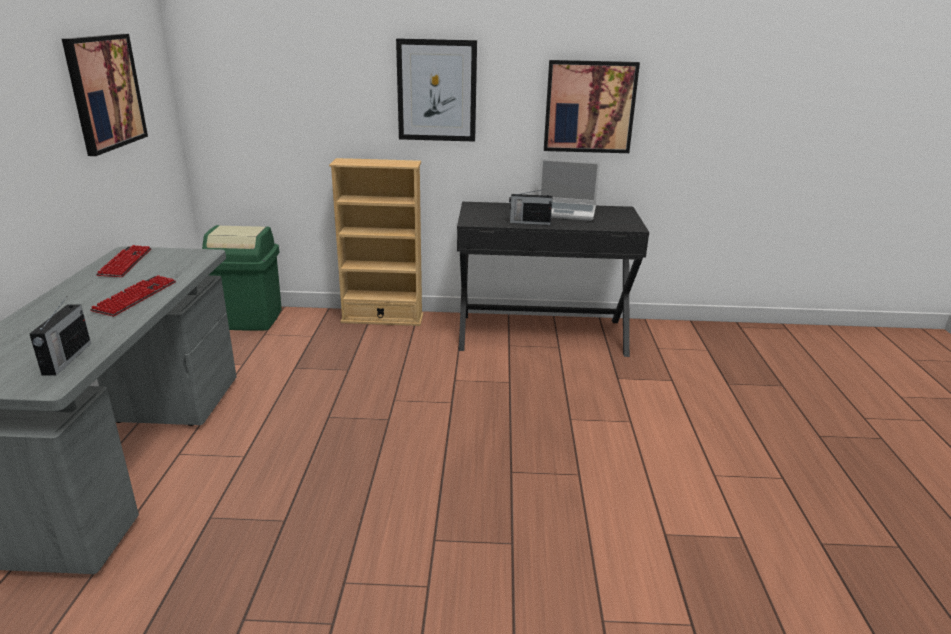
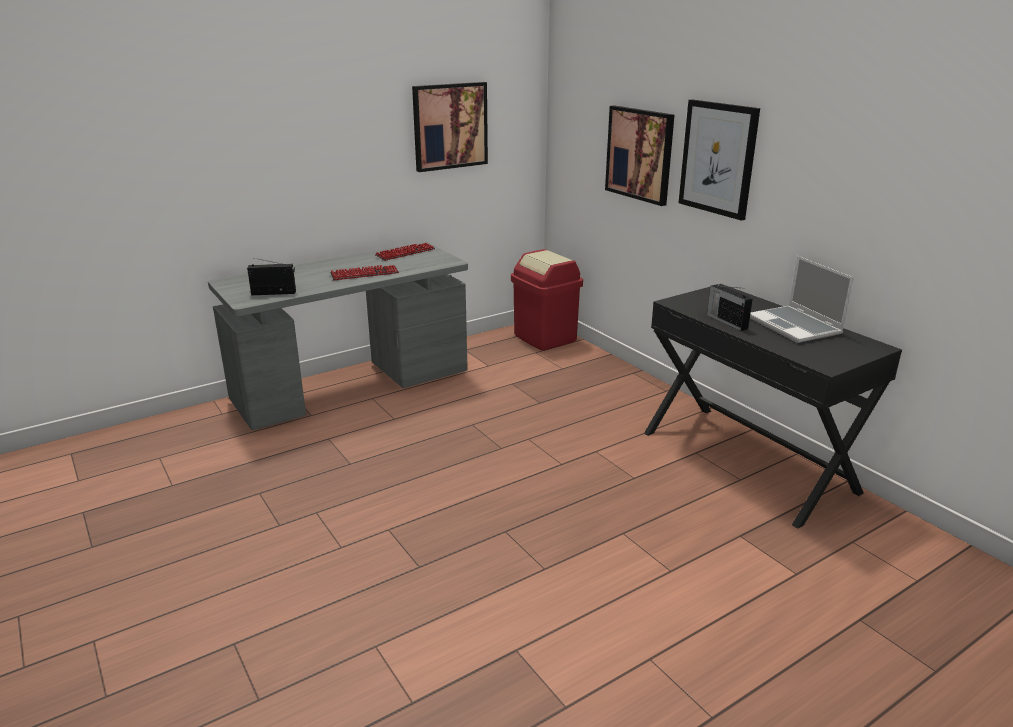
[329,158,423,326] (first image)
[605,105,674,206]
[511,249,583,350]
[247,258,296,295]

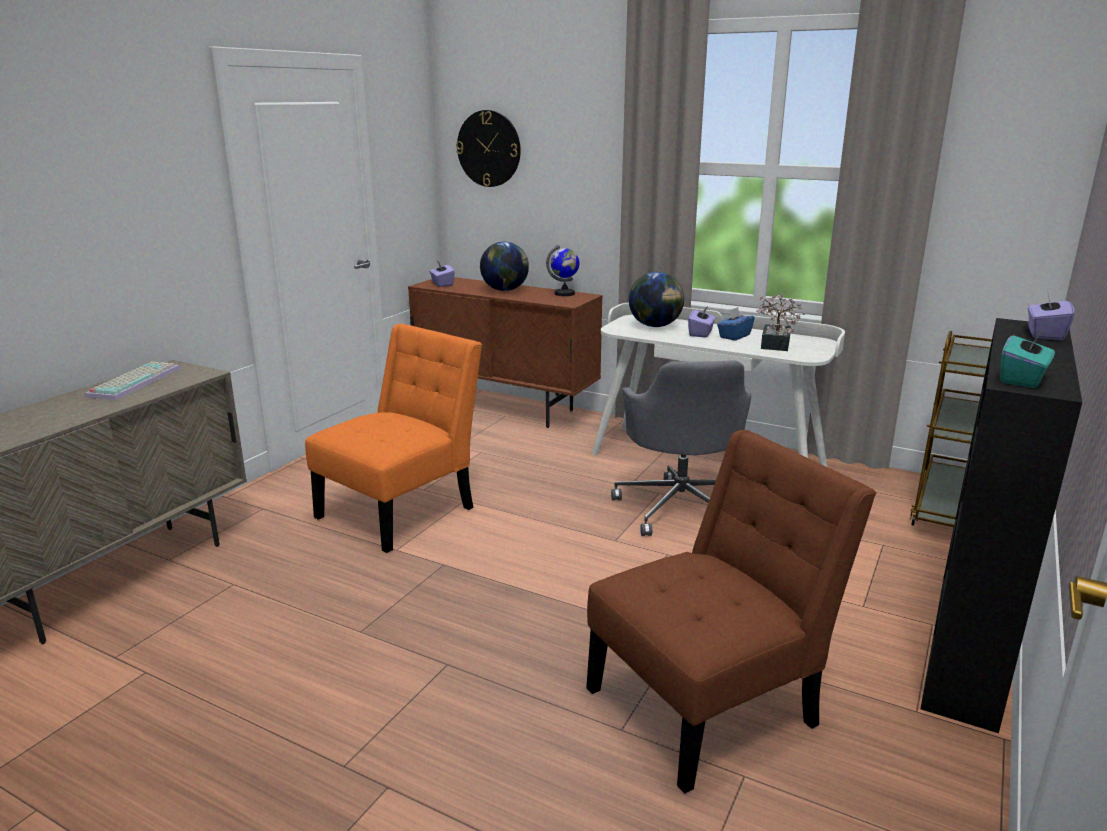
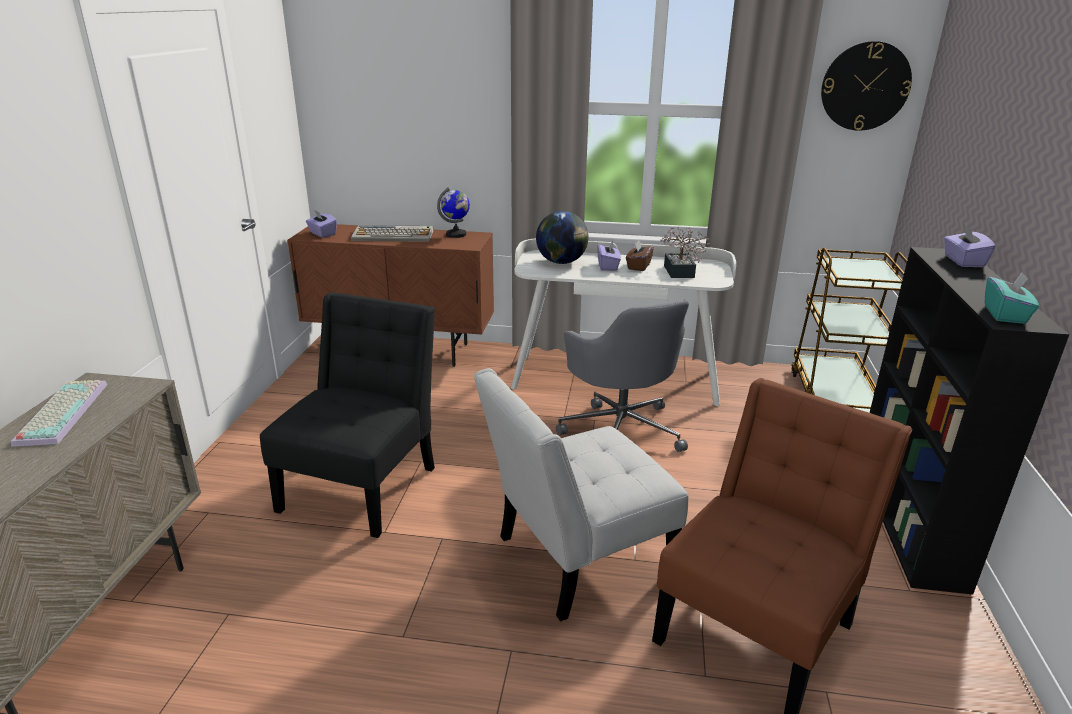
[473,368,689,622]
[821,41,912,131]
[351,225,433,242]
[260,292,435,538]
[626,239,654,271]

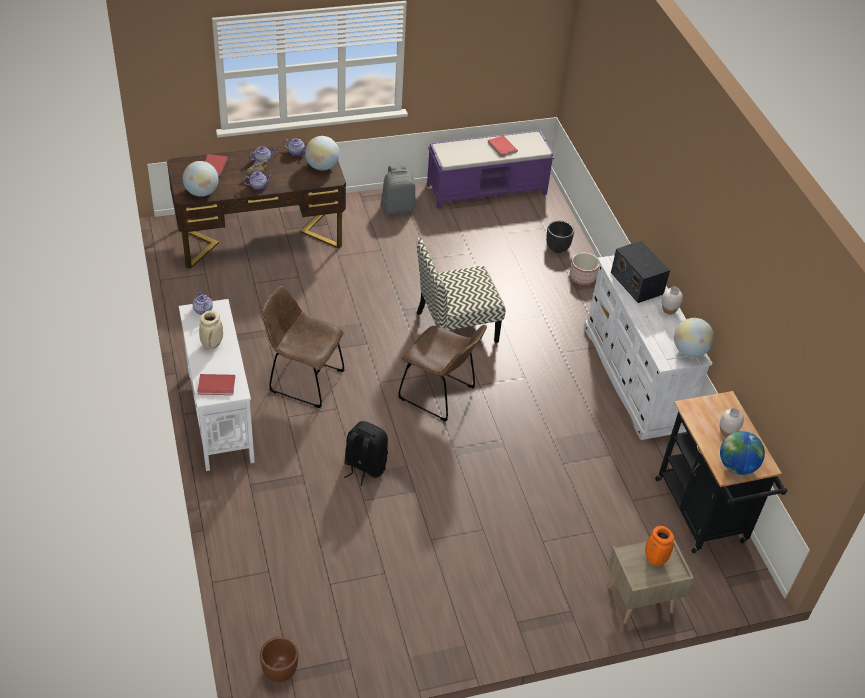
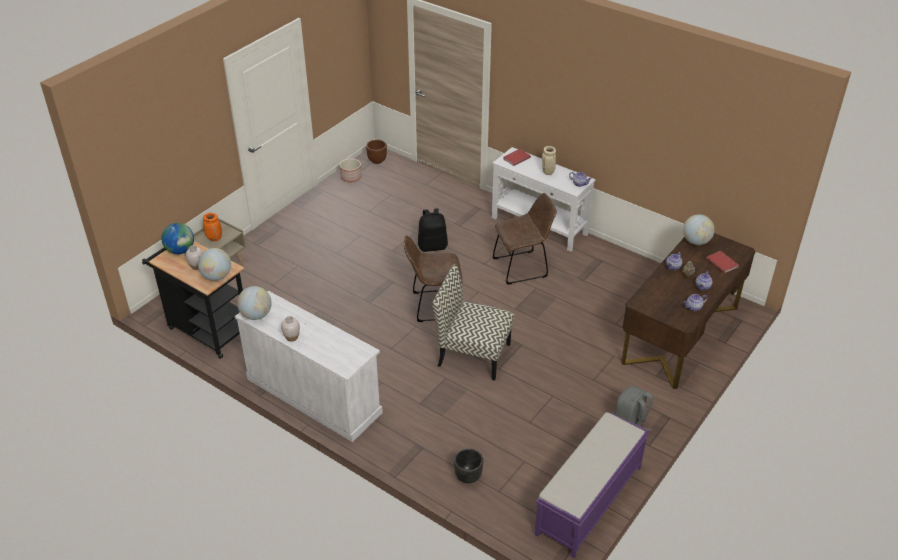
[487,136,518,157] (first image)
[611,241,670,303] (first image)
[198,248,231,281]
[340,159,362,182]
[432,265,514,380]

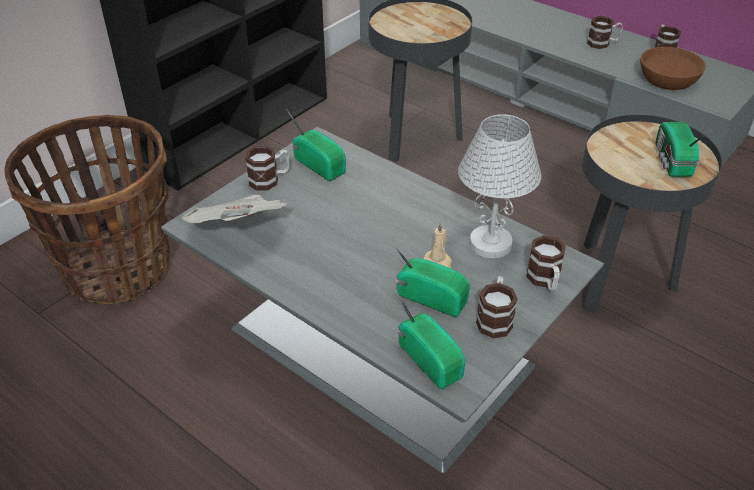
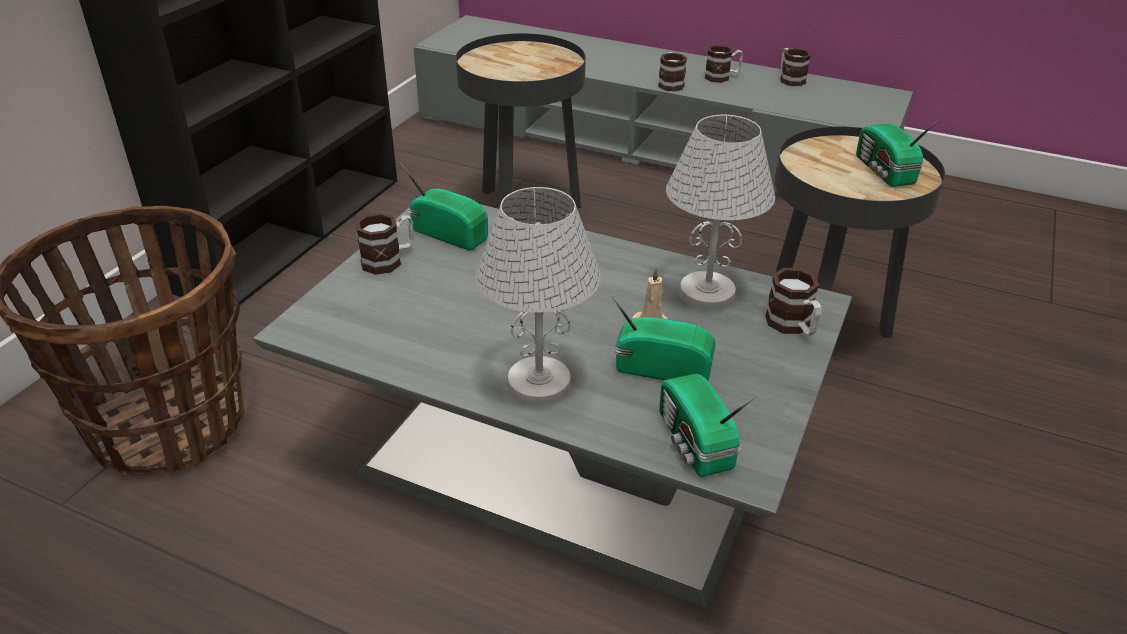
[182,195,290,223] (first image)
[640,47,706,90] (first image)
[476,187,601,406]
[658,52,687,92]
[659,374,755,477]

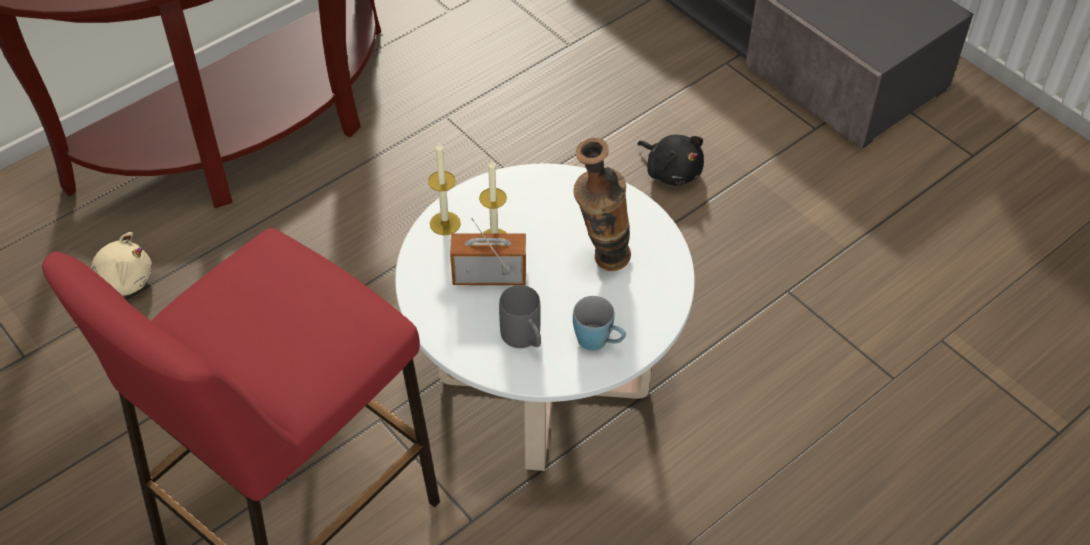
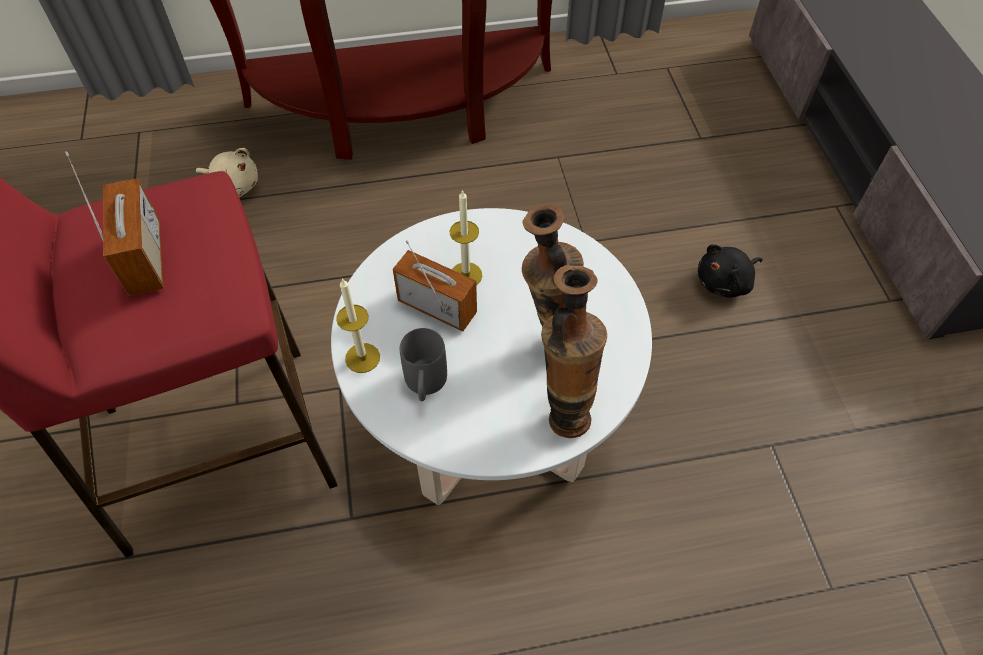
[573,296,626,351] (first image)
[65,152,164,296]
[541,265,607,438]
[336,278,380,373]
[698,244,763,298]

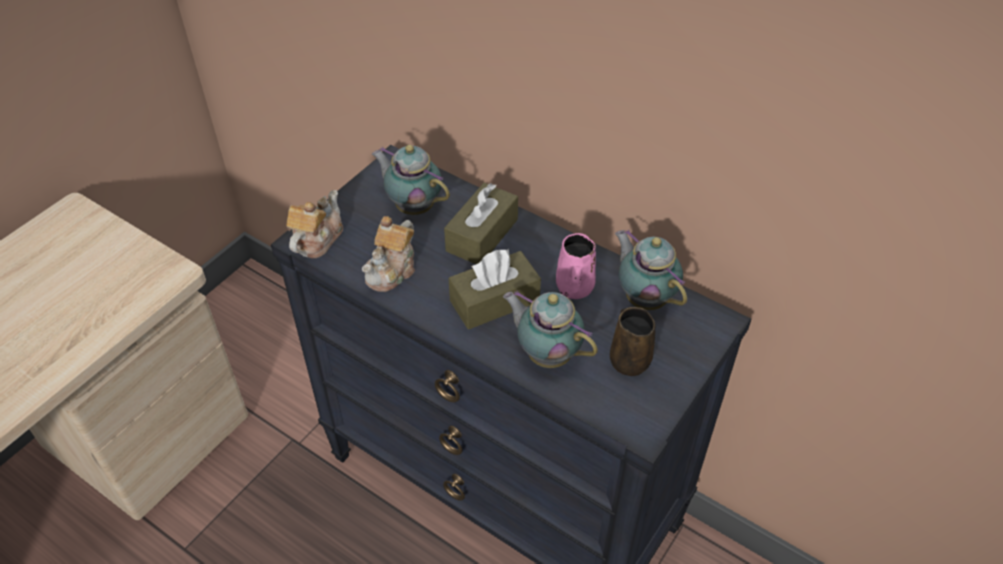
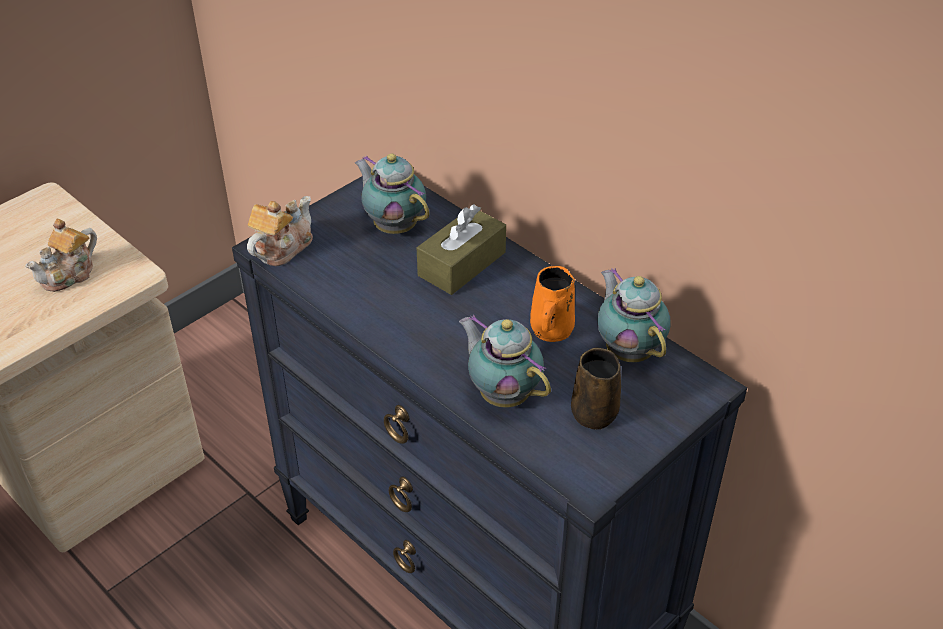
[448,249,541,329] (first image)
[25,219,97,292]
[530,266,575,342]

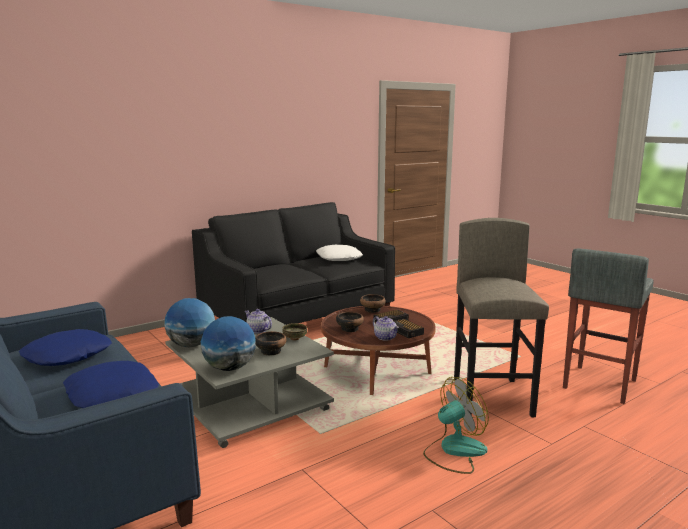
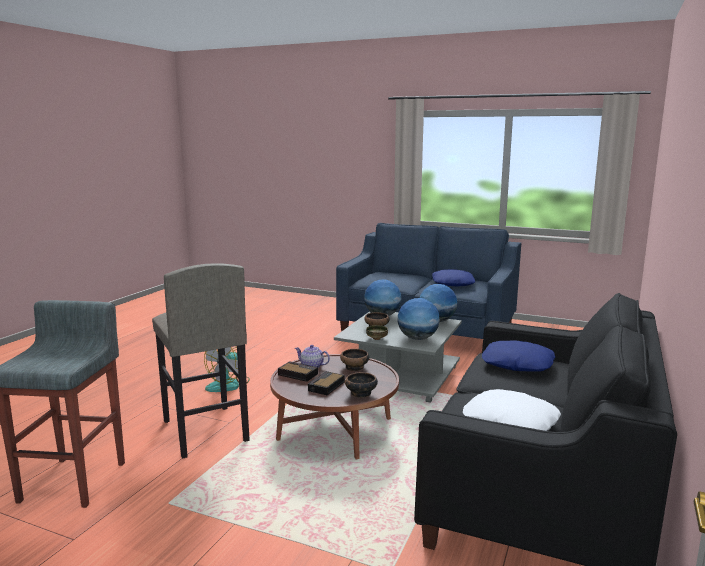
[482,341,555,371]
[397,298,440,340]

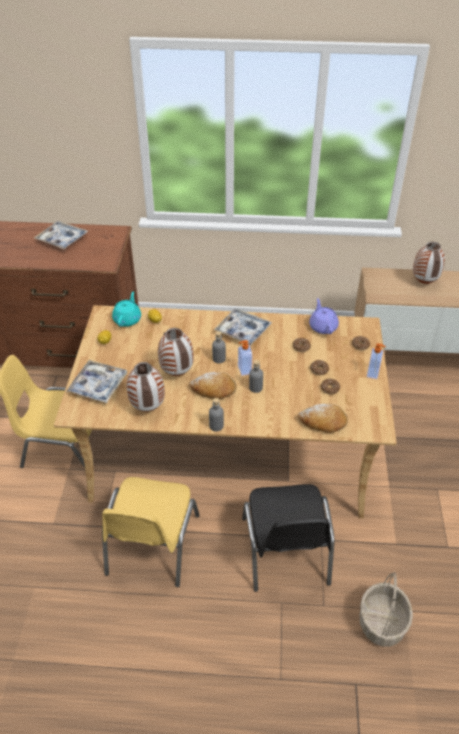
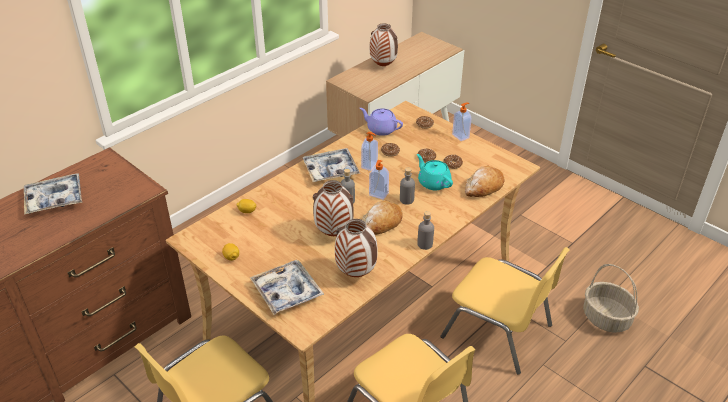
[361,132,378,171]
[417,154,453,190]
[441,247,570,375]

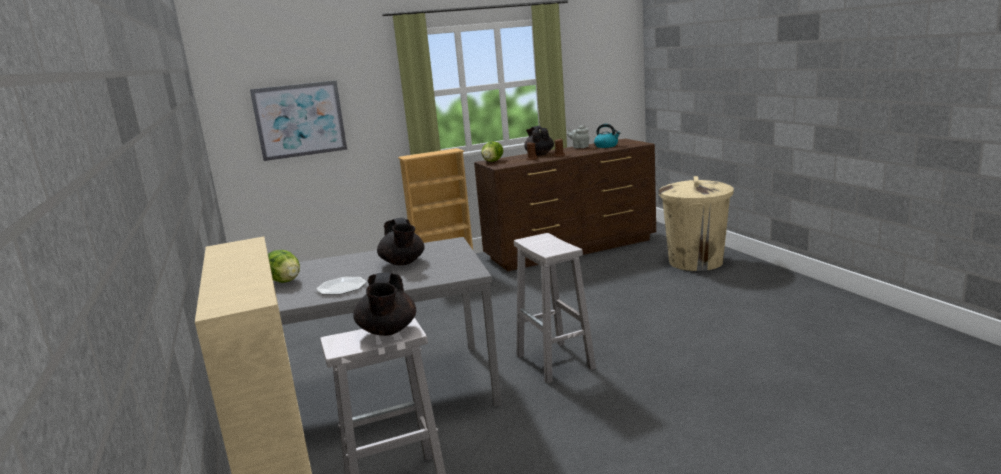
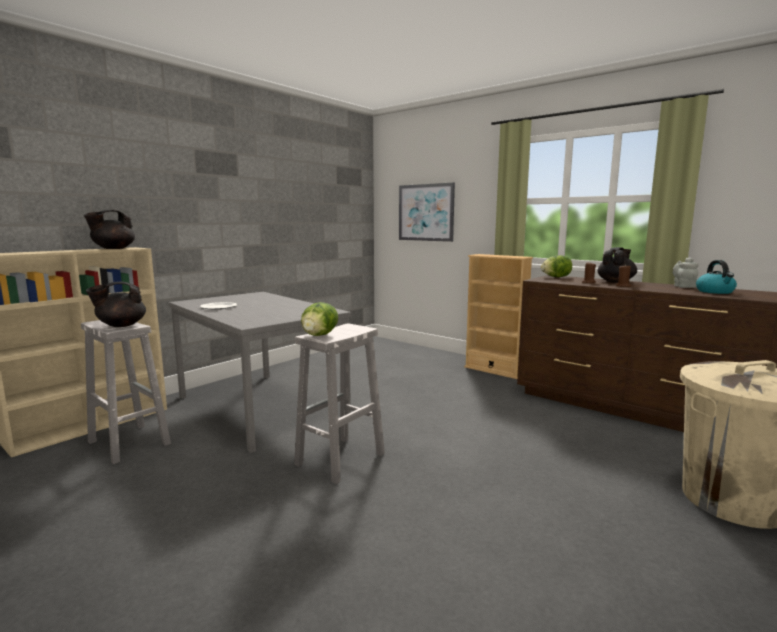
[301,302,338,336]
[84,210,135,249]

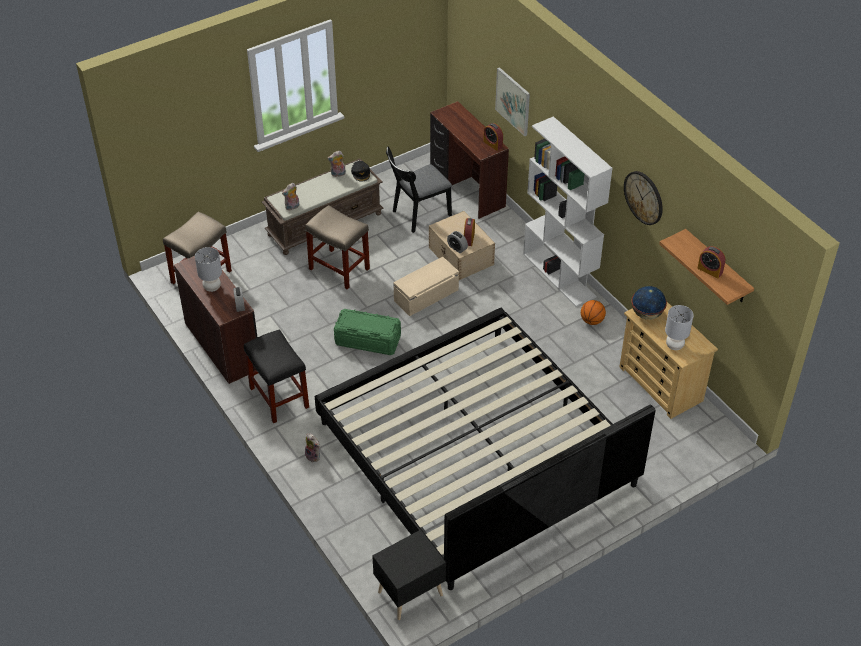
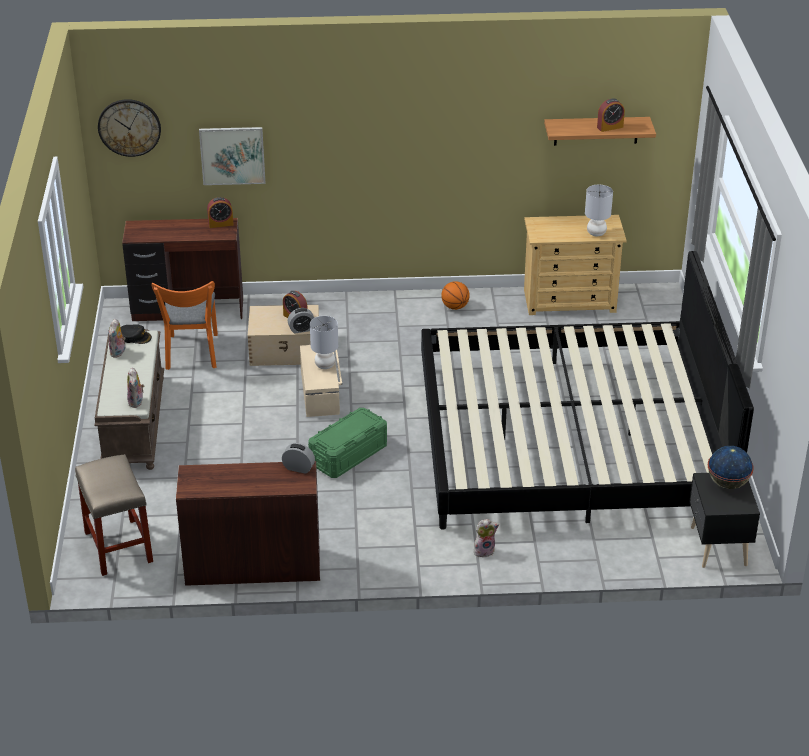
[244,329,309,423] (first image)
[305,205,370,289] (first image)
[523,116,613,307] (first image)
[310,316,338,369]
[98,99,161,157]
[708,446,754,489]
[151,281,218,370]

